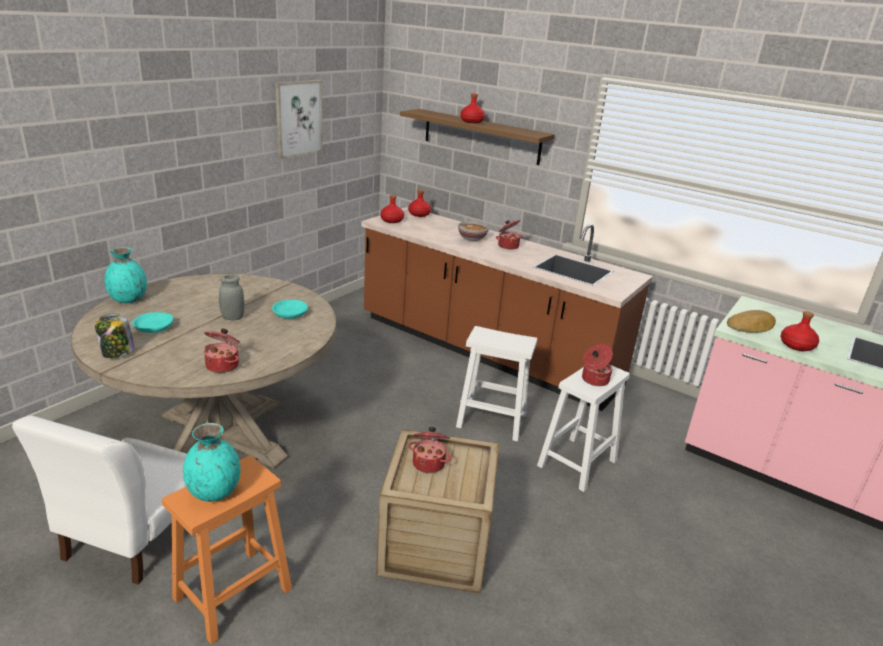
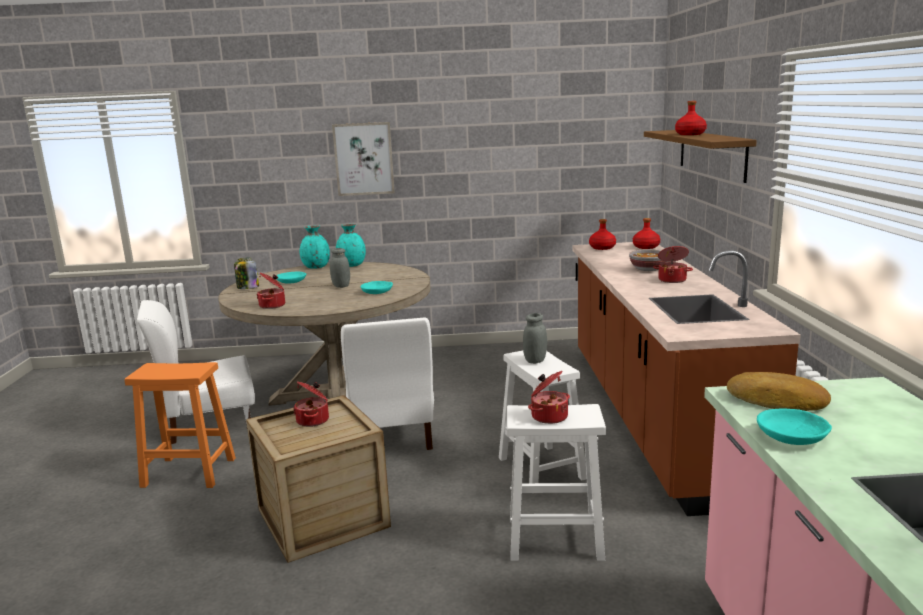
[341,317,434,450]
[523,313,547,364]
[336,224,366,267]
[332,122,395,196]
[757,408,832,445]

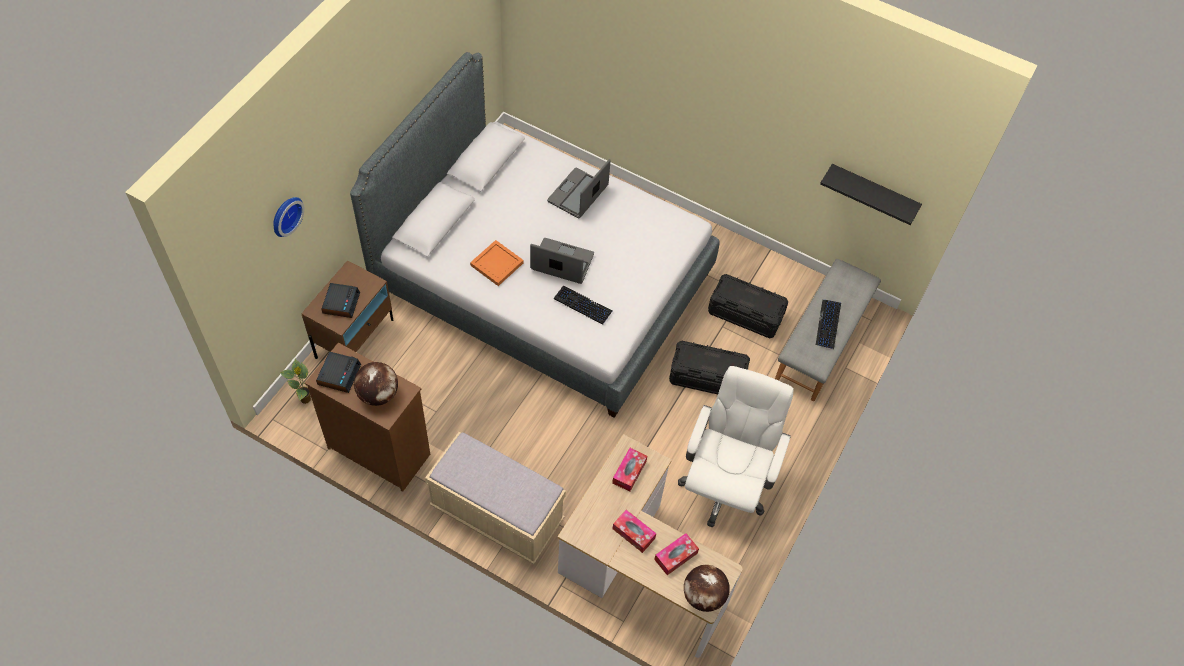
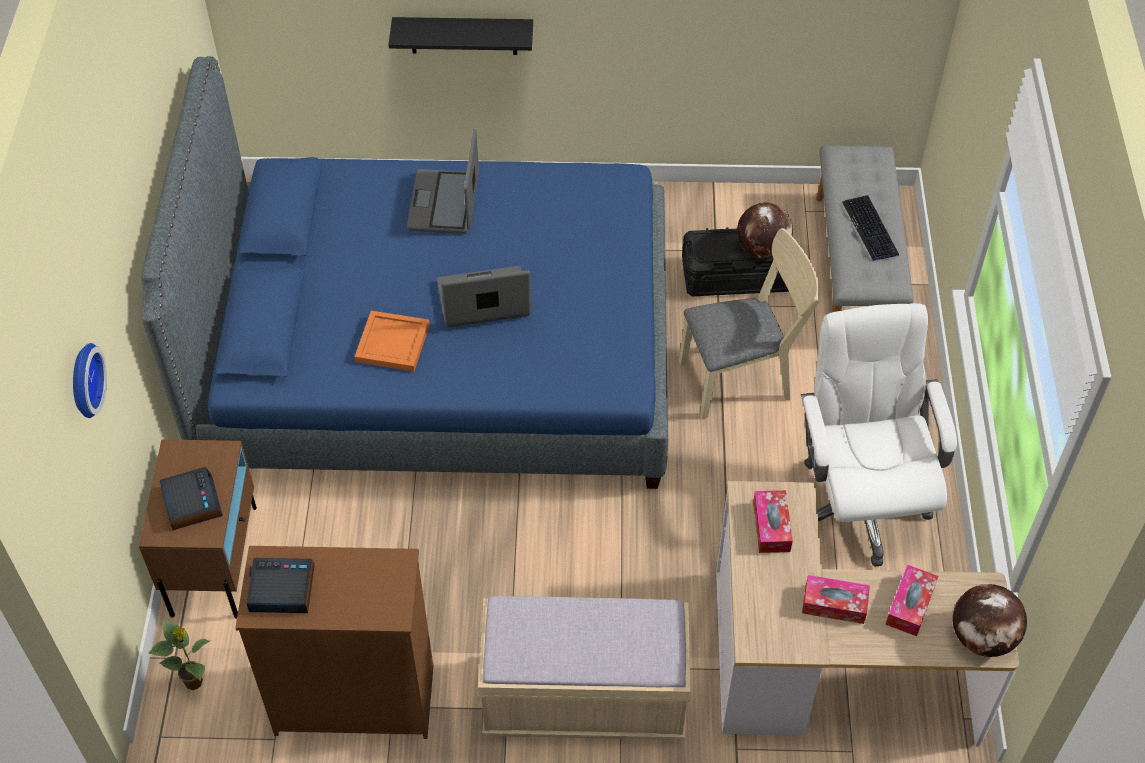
[554,286,613,325] (first image)
[737,202,793,259]
[388,17,533,55]
[679,228,820,419]
[142,56,668,489]
[247,558,315,613]

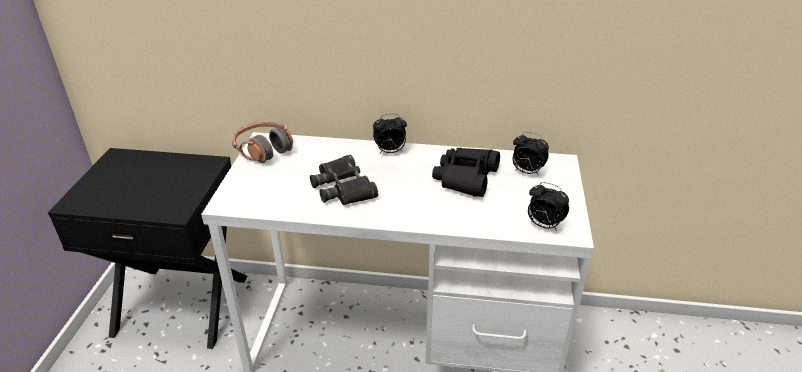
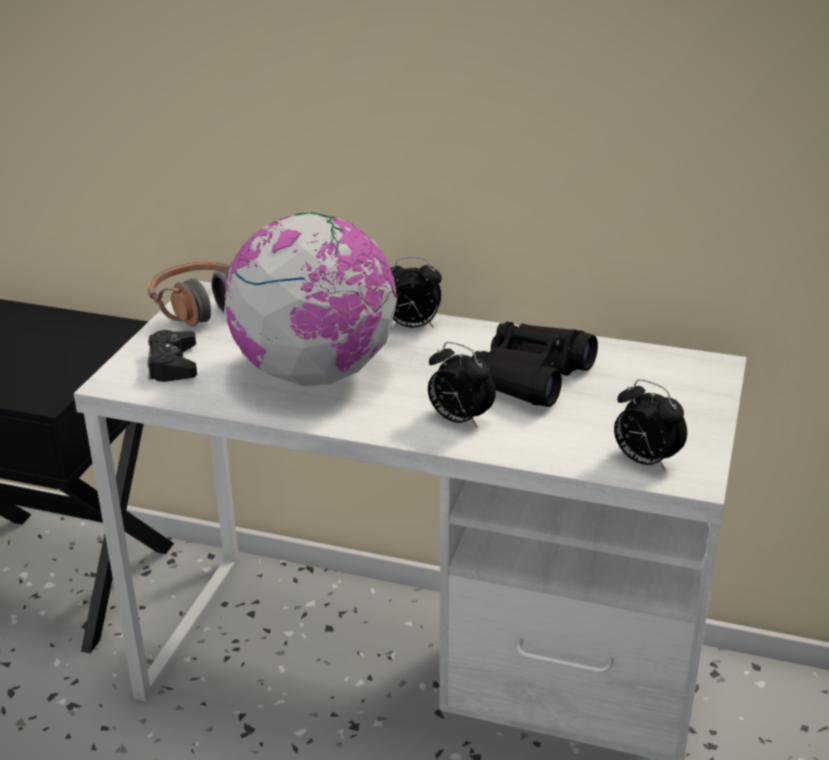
[147,330,197,382]
[428,342,496,428]
[224,212,397,386]

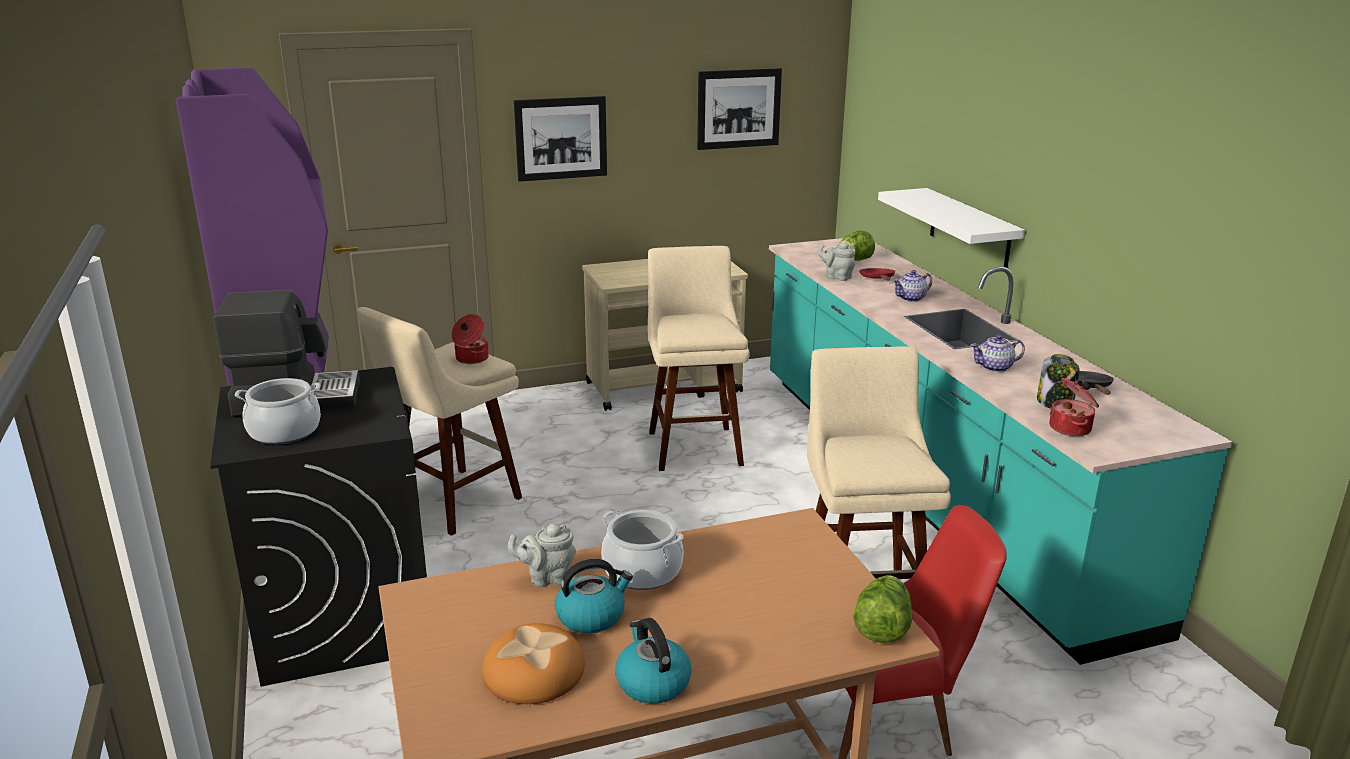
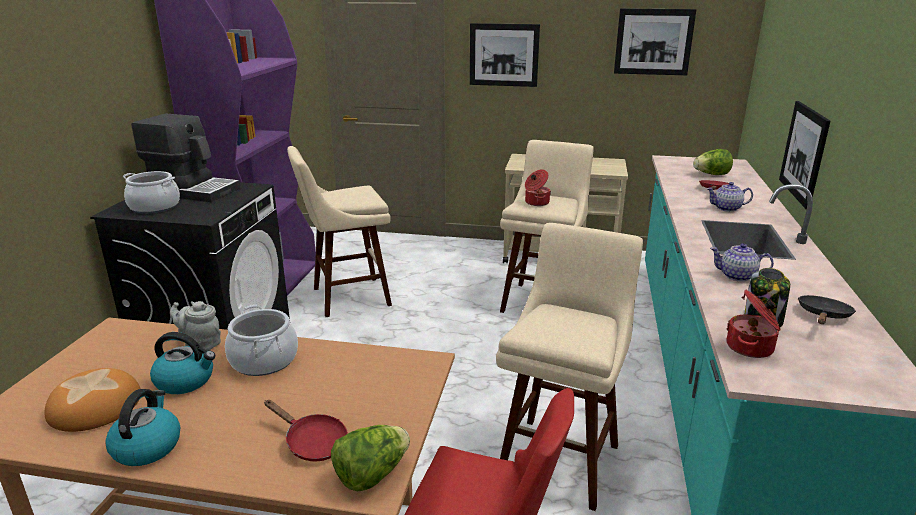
[818,242,855,281] (first image)
[264,400,348,461]
[525,169,551,206]
[779,101,830,210]

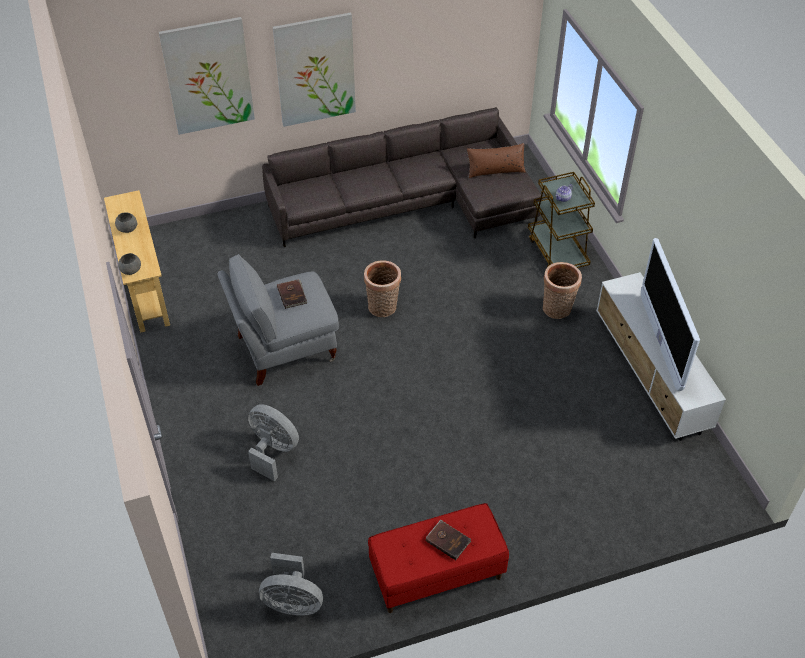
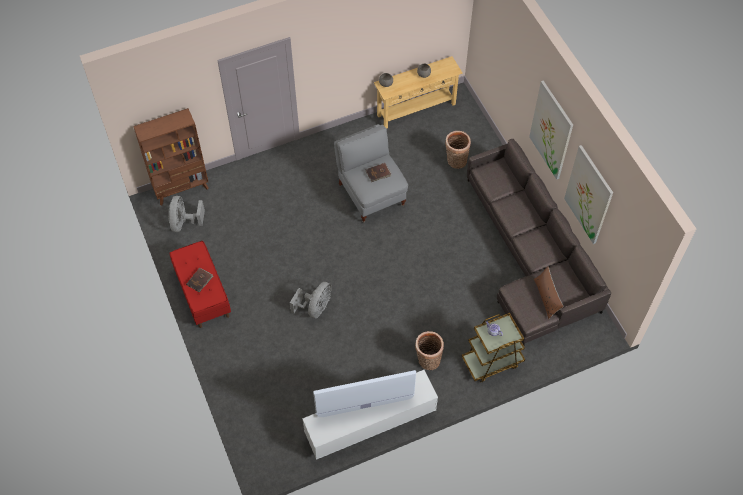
[133,108,209,205]
[564,145,613,244]
[290,282,332,318]
[445,131,471,169]

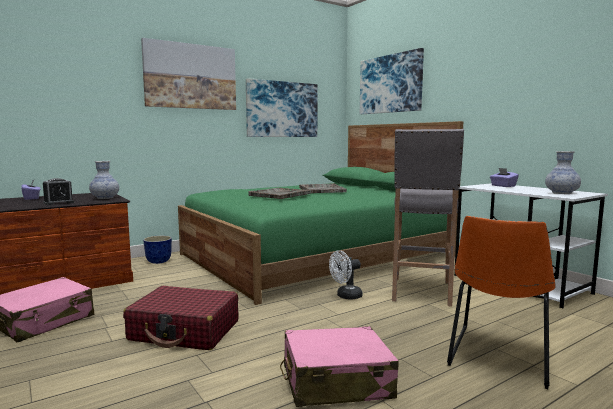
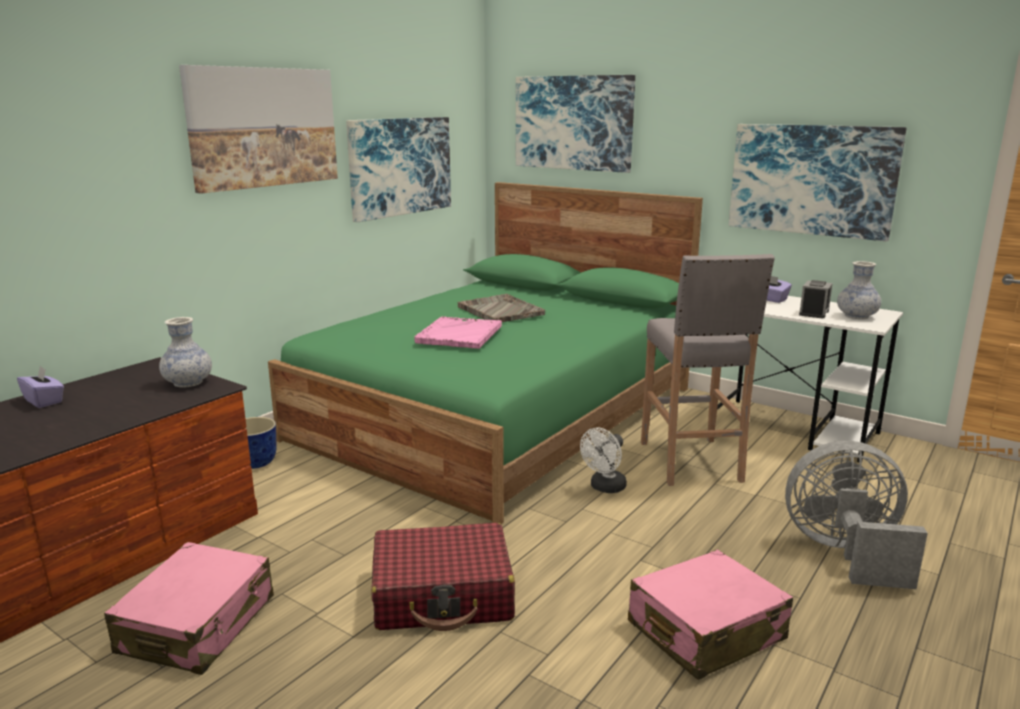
[729,124,906,241]
[799,280,833,318]
[785,441,928,589]
[414,316,502,349]

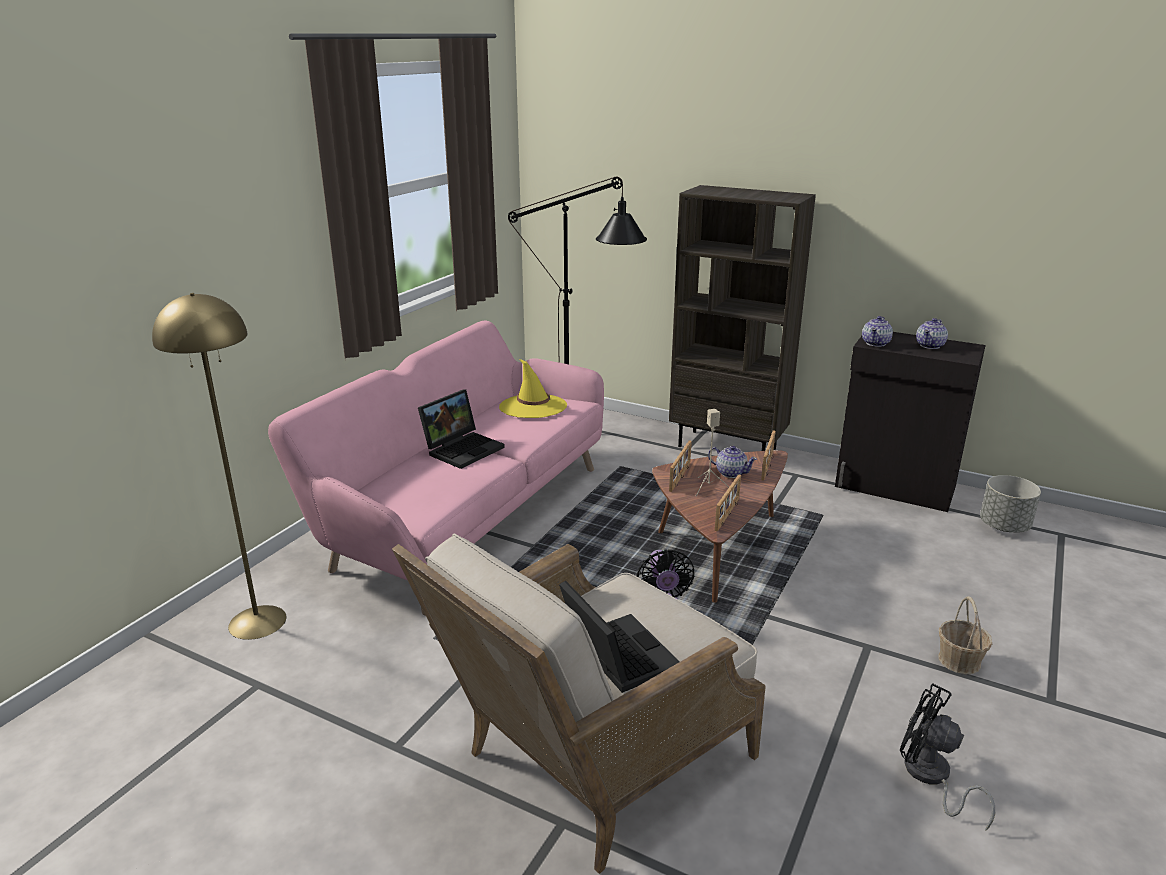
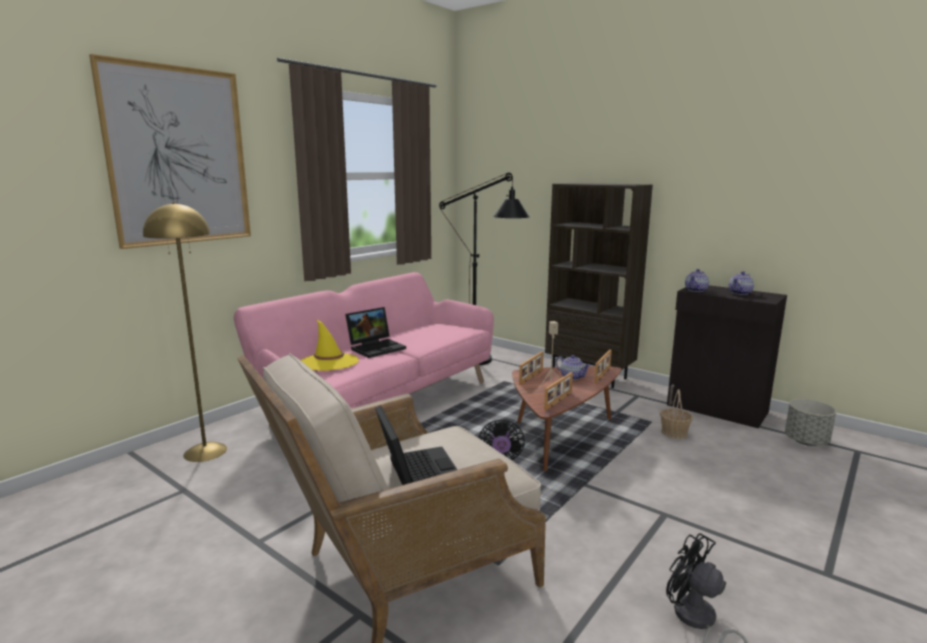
[89,54,251,249]
[301,319,359,371]
[660,389,693,439]

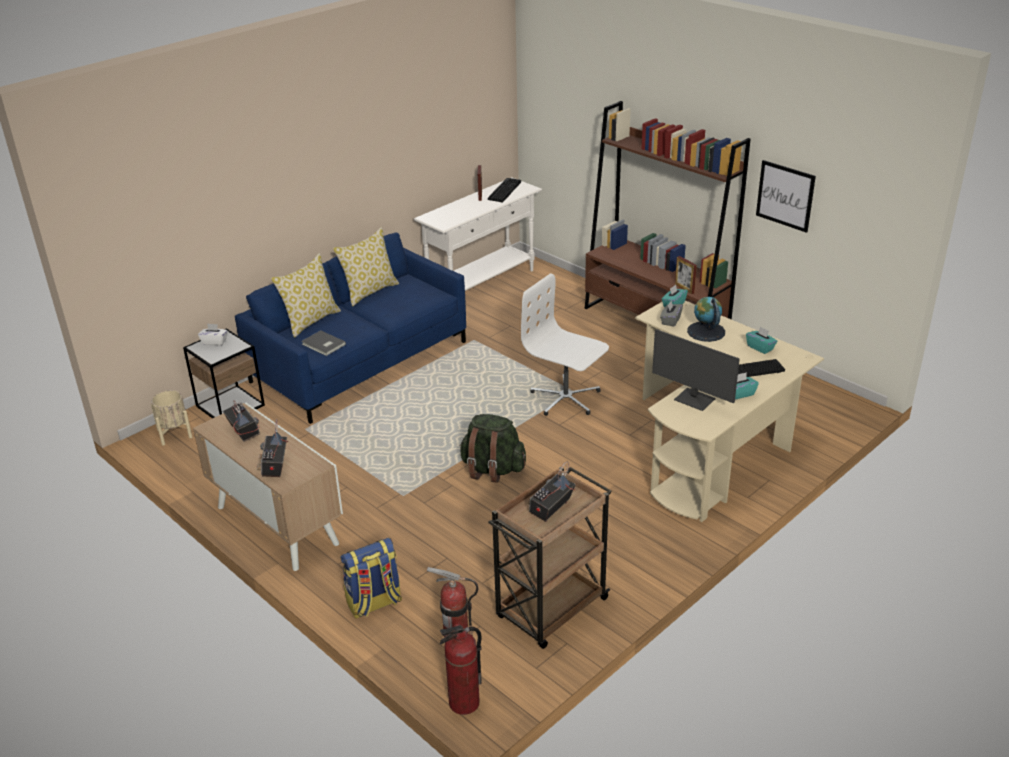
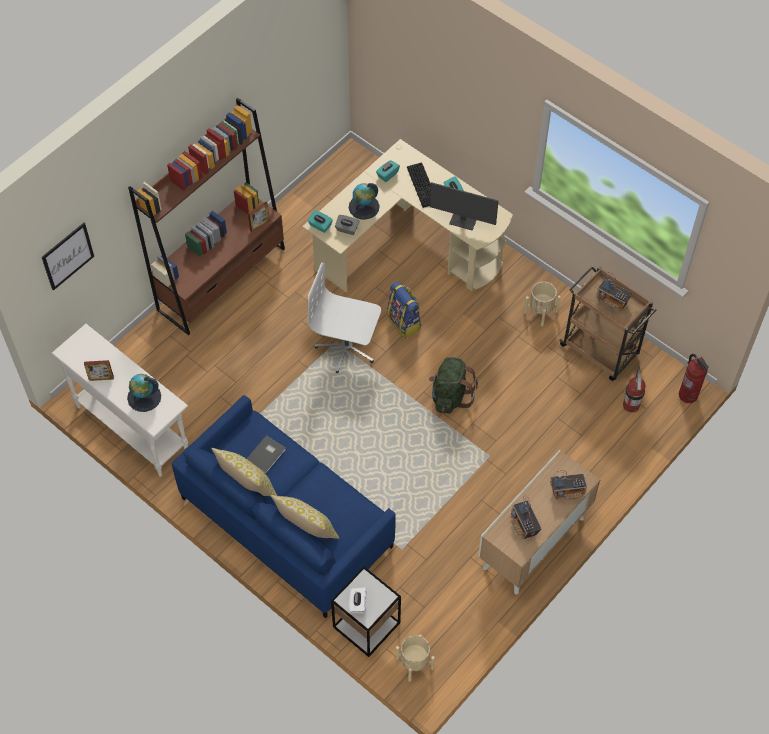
[488,178,521,203] (first image)
[127,374,161,412]
[524,281,561,326]
[247,436,286,474]
[387,282,421,338]
[42,223,94,291]
[511,495,542,539]
[308,263,381,373]
[430,182,499,231]

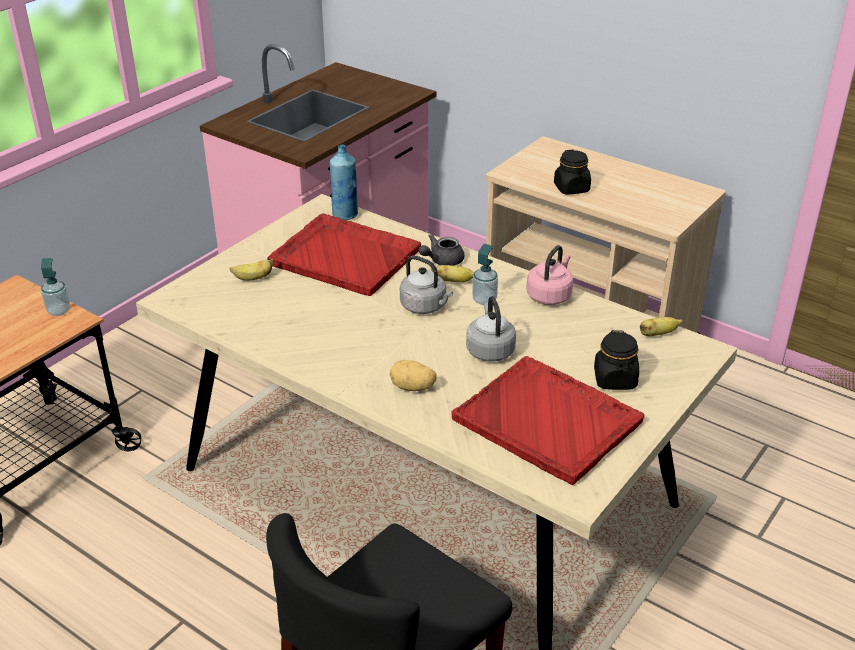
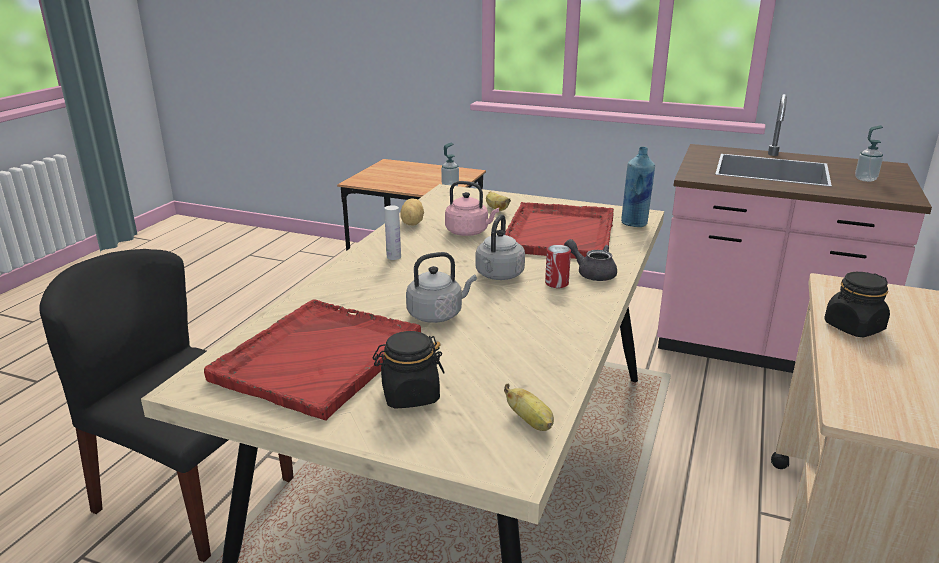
[385,205,401,260]
[400,199,424,225]
[855,125,883,182]
[445,181,499,236]
[545,245,571,288]

